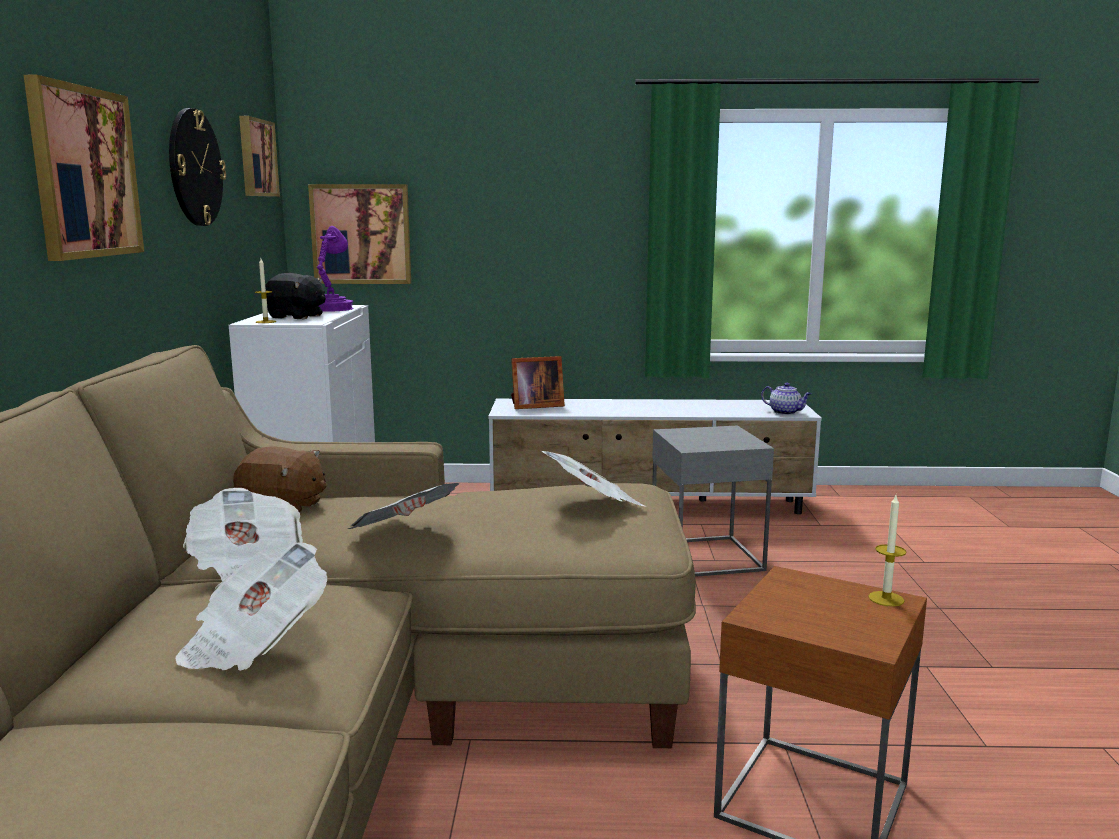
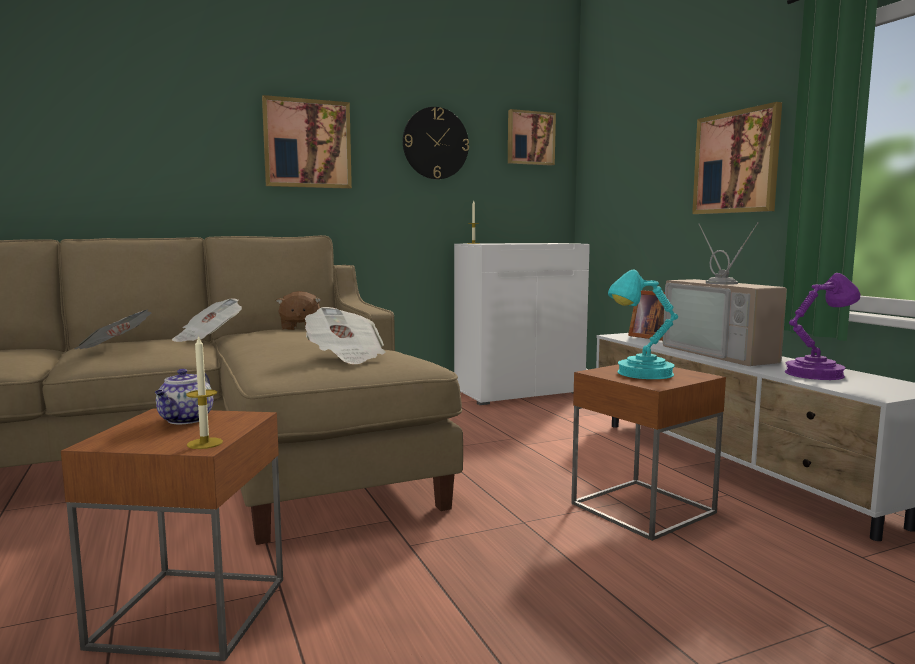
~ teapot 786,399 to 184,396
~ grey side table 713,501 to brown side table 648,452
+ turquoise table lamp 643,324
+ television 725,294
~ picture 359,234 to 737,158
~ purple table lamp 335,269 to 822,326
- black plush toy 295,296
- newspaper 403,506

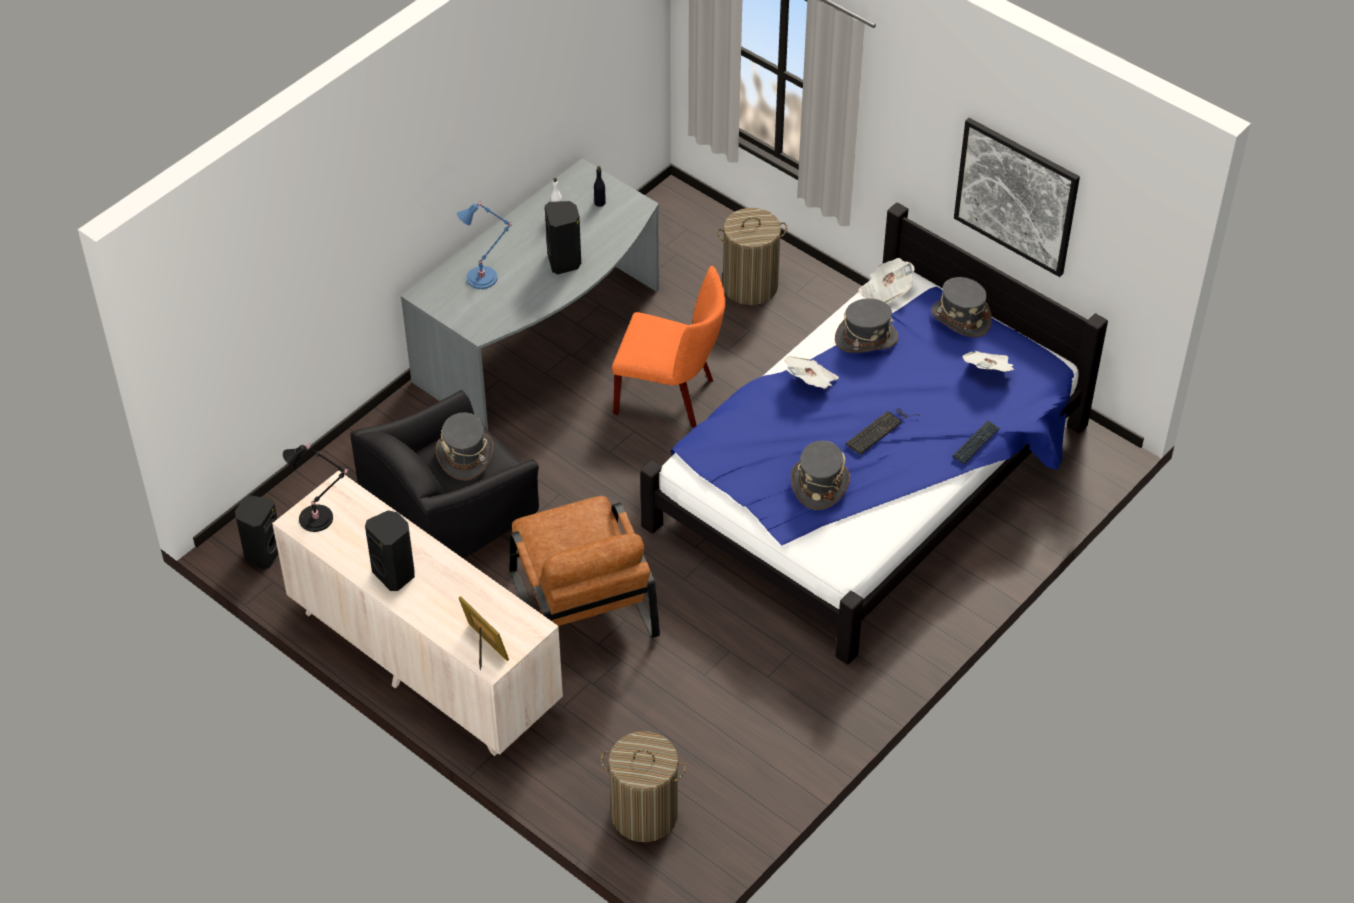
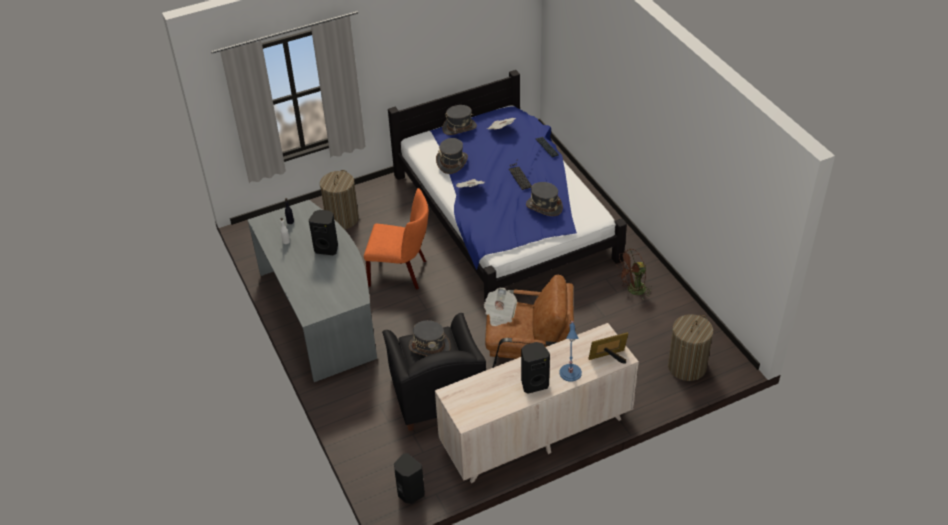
~ orange chair 668,347 = 396,238 60 degrees clockwise
~ newspaper 886,280 to 500,307
~ blue table lamp 484,245 to 570,351
+ brown fan 634,274
- black table lamp 316,487
- picture 1017,197

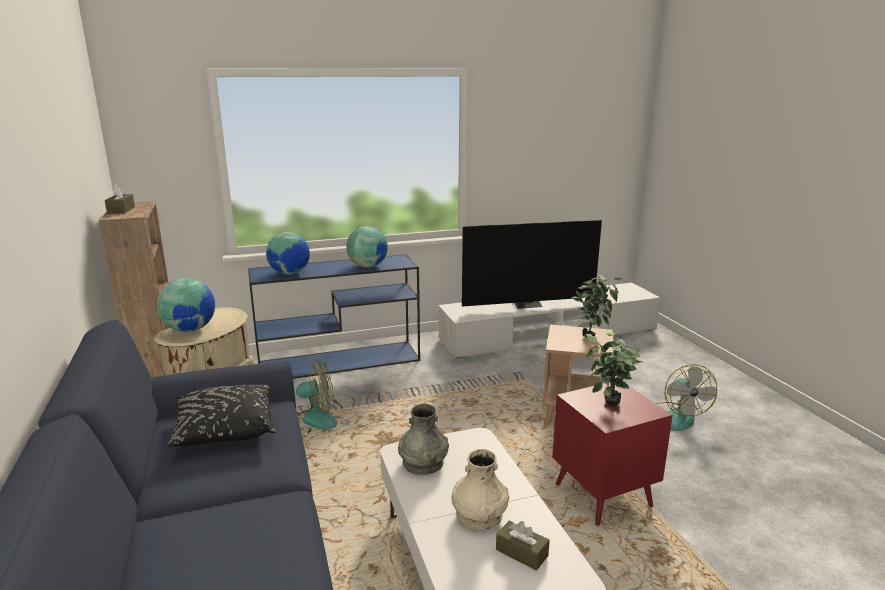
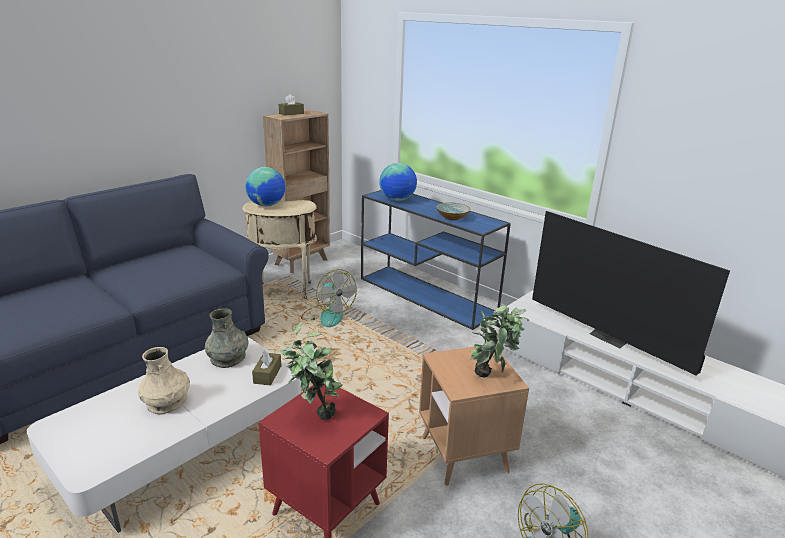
~ brown tissue box 523,546 to 266,368
~ globe 367,246 to bowl 453,211
- black pillow 221,415

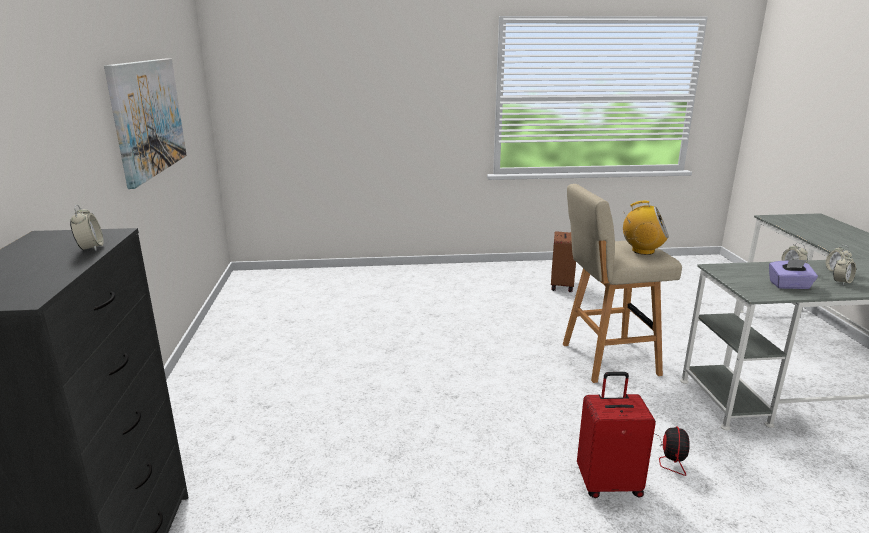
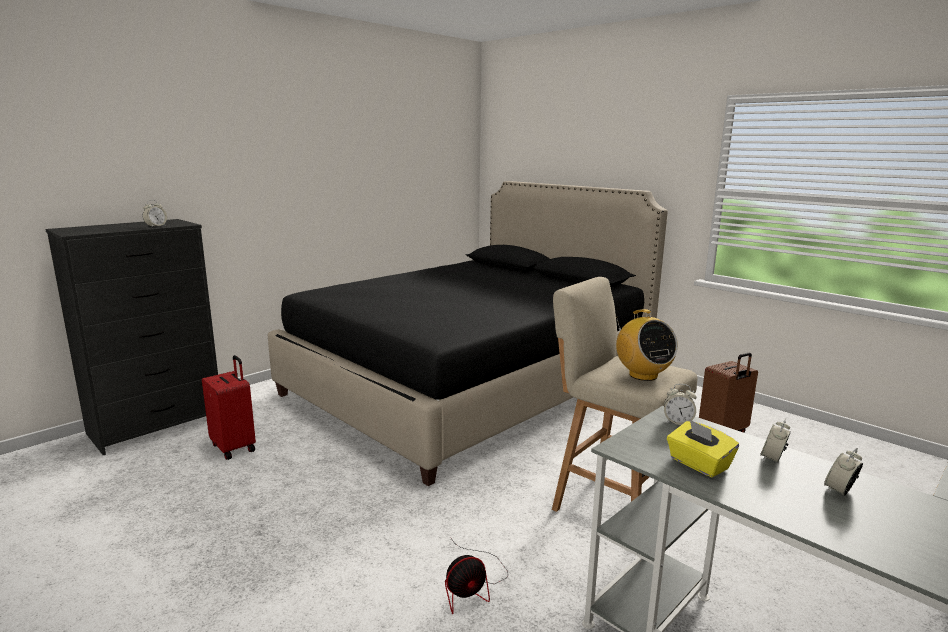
~ red suitcase 616,435 to 229,407
+ black bed 468,333
~ alarm clock 844,269 to 680,404
~ purple tissue box 793,274 to yellow tissue box 703,448
- picture 145,123

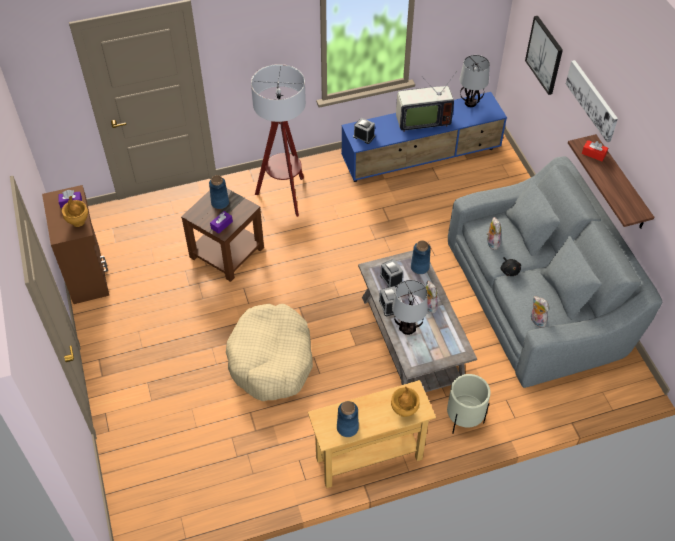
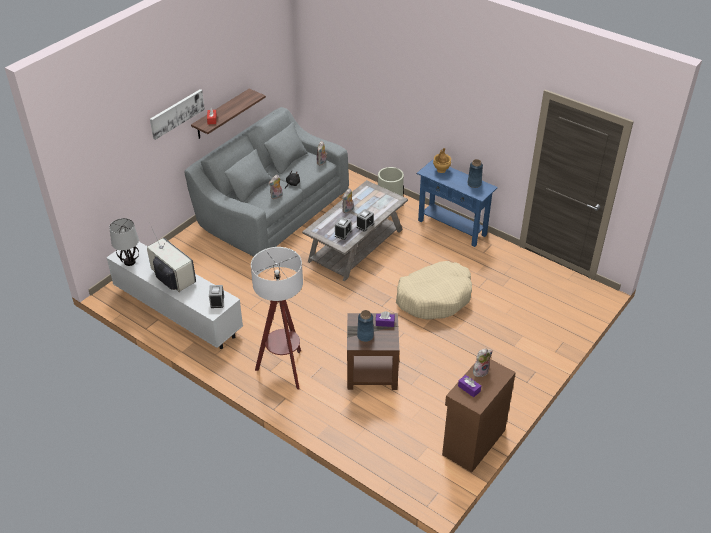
~ blue tv stand 424,137 to white tv stand 174,295
~ beige console table 372,434 to blue console table 457,203
~ brown vase 75,211 to plush toy 483,362
- table lamp 410,307
- blue vase 421,257
- picture 544,55

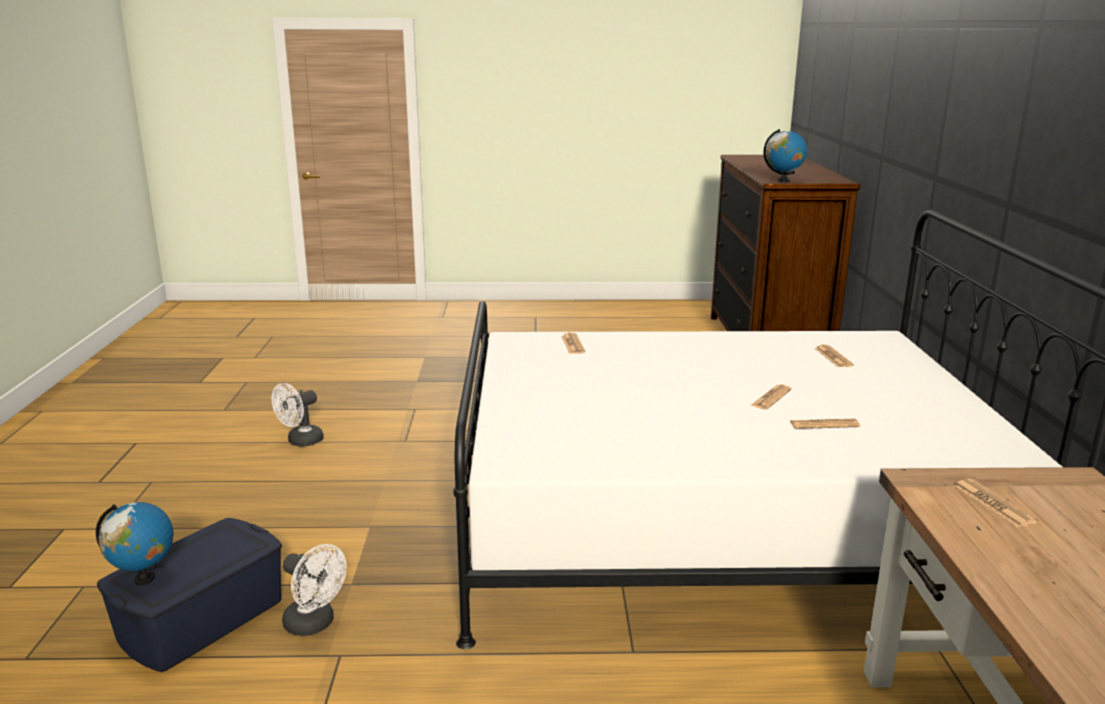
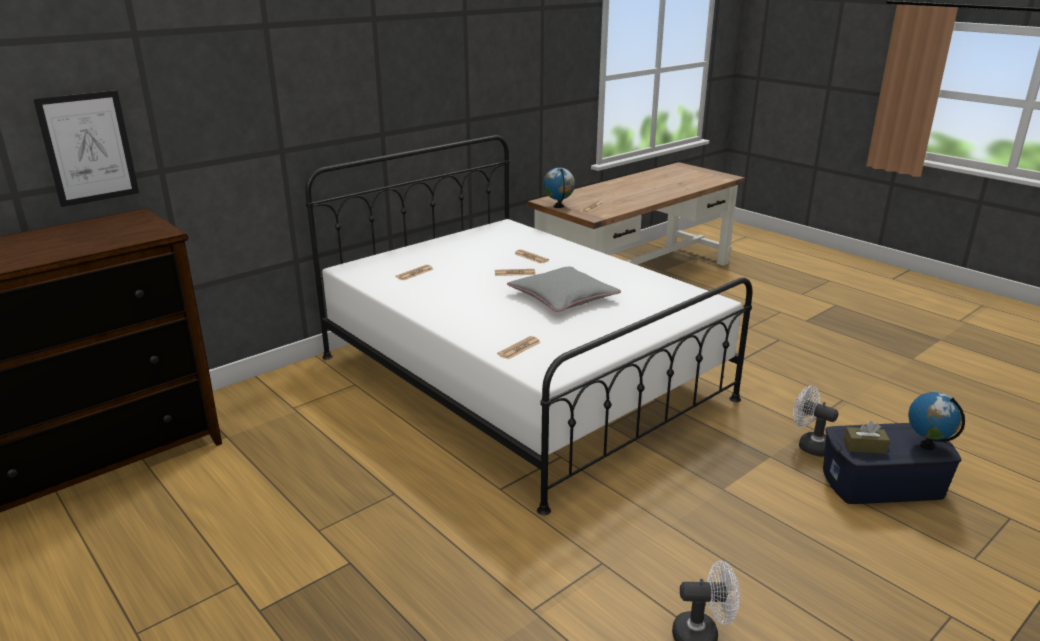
+ picture 86,148
+ grey pillow 564,289
~ globe 785,155 to 559,188
~ white fan 314,590 = 815,421 45 degrees counterclockwise
+ brown tissue box 867,437

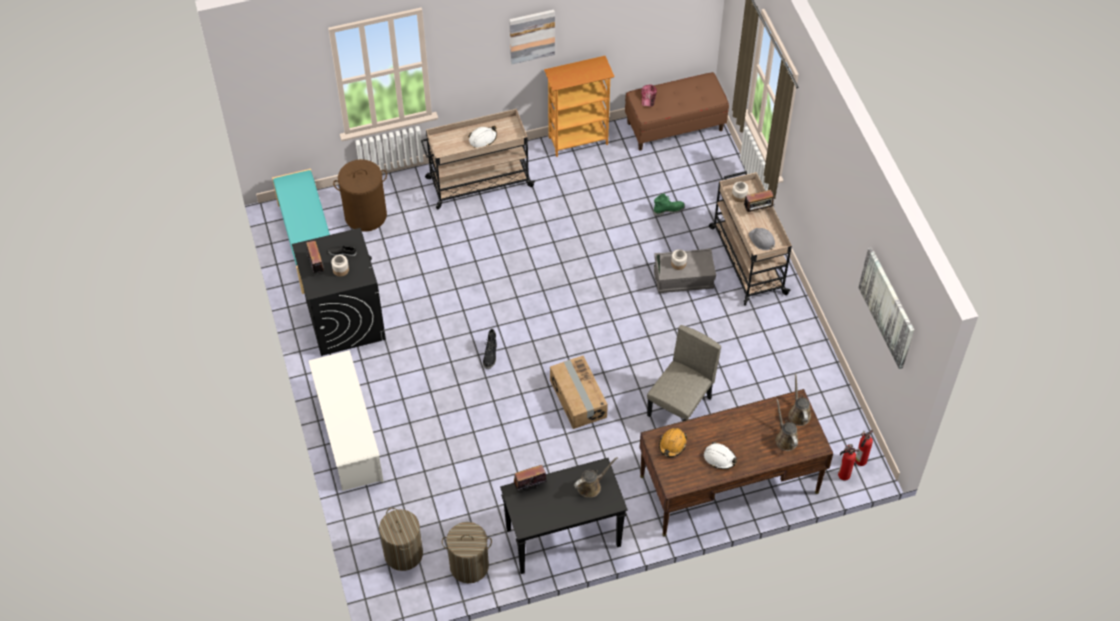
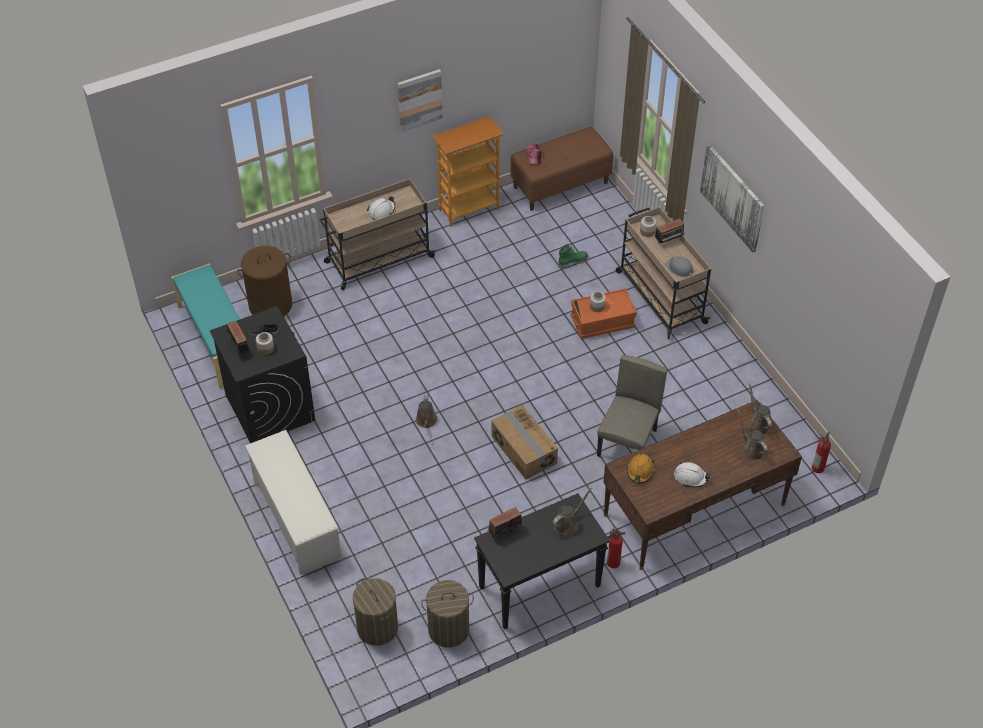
~ black boot 490,349 to brown watering can 426,411
~ grey storage box 685,270 to orange storage box 604,313
~ fire extinguisher 848,462 to 616,548
~ picture 886,308 to 732,198

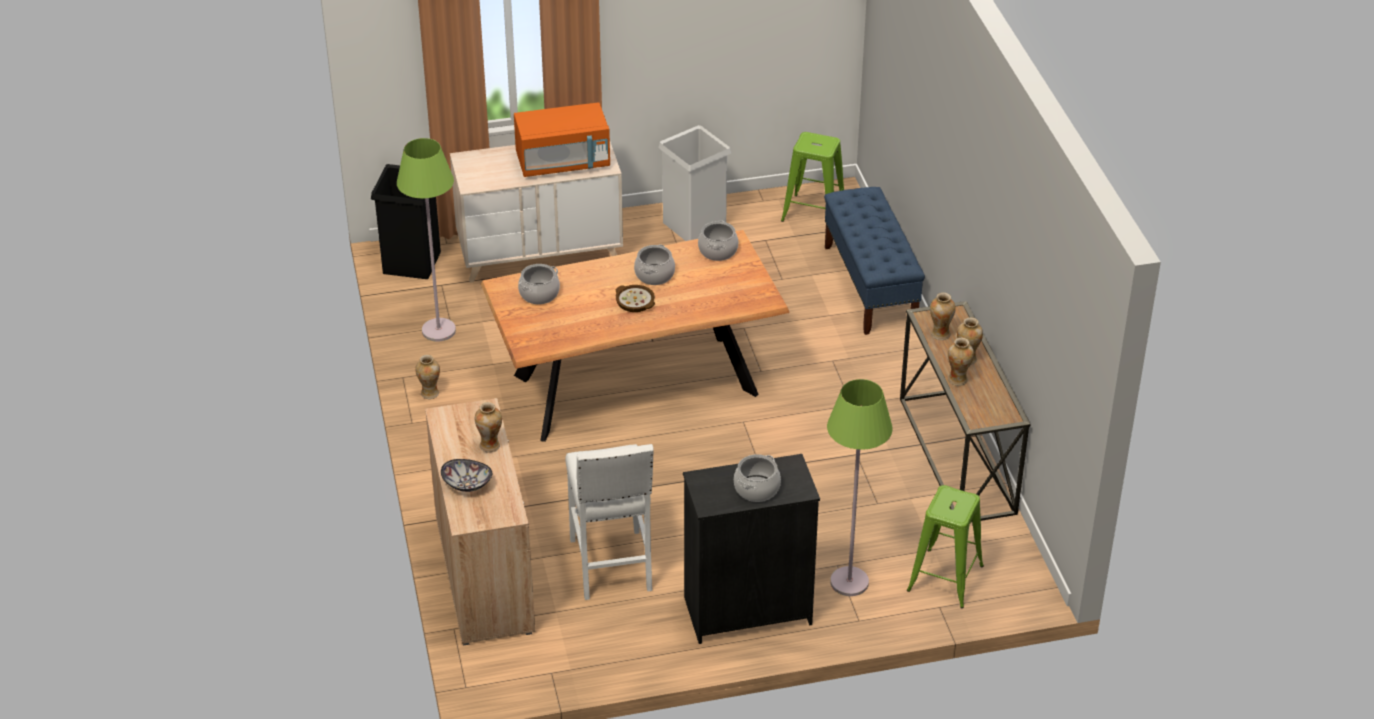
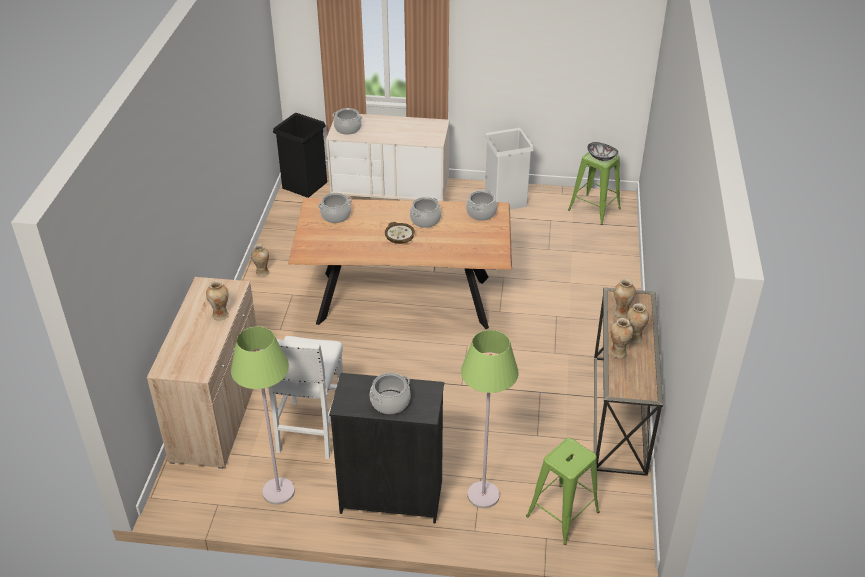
~ green floor lamp 426,240 to 263,415
+ cooking pot 347,121
~ bowl 466,475 to 602,151
- orange microwave 562,139
- blue bench 874,261

